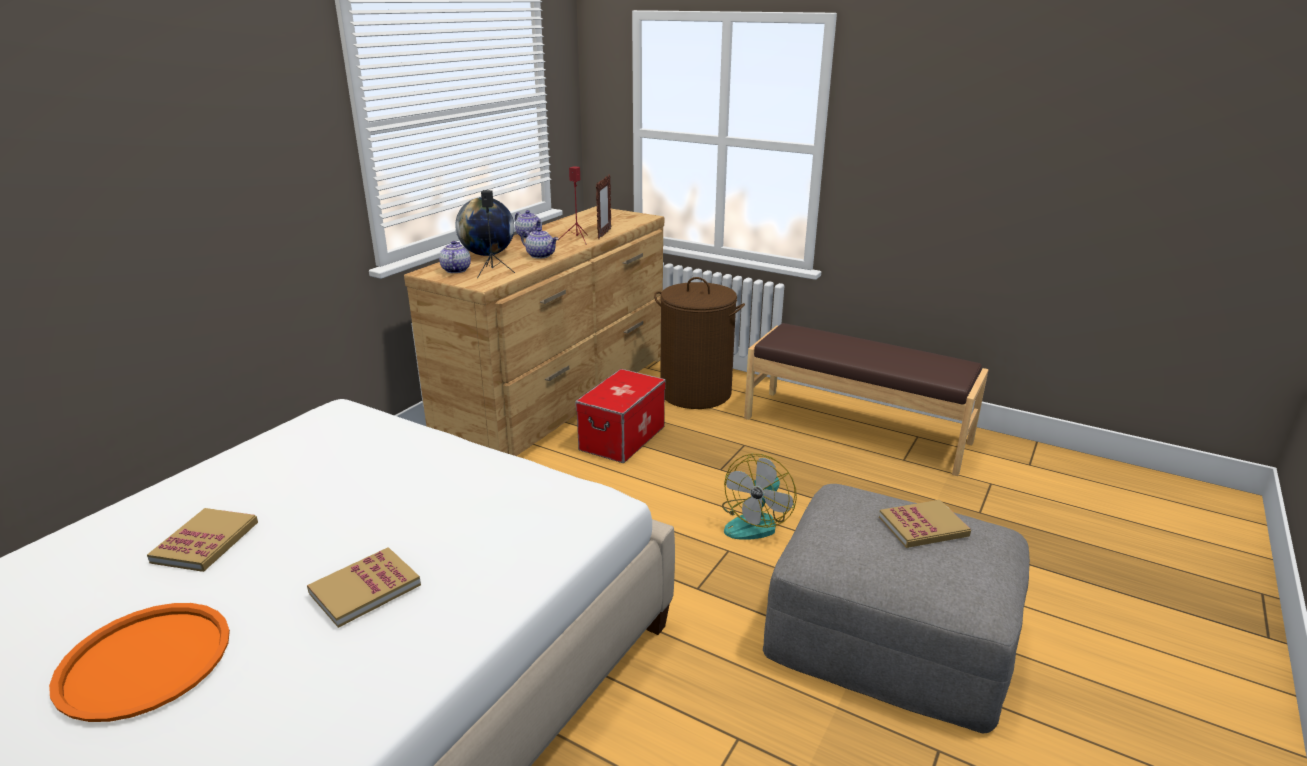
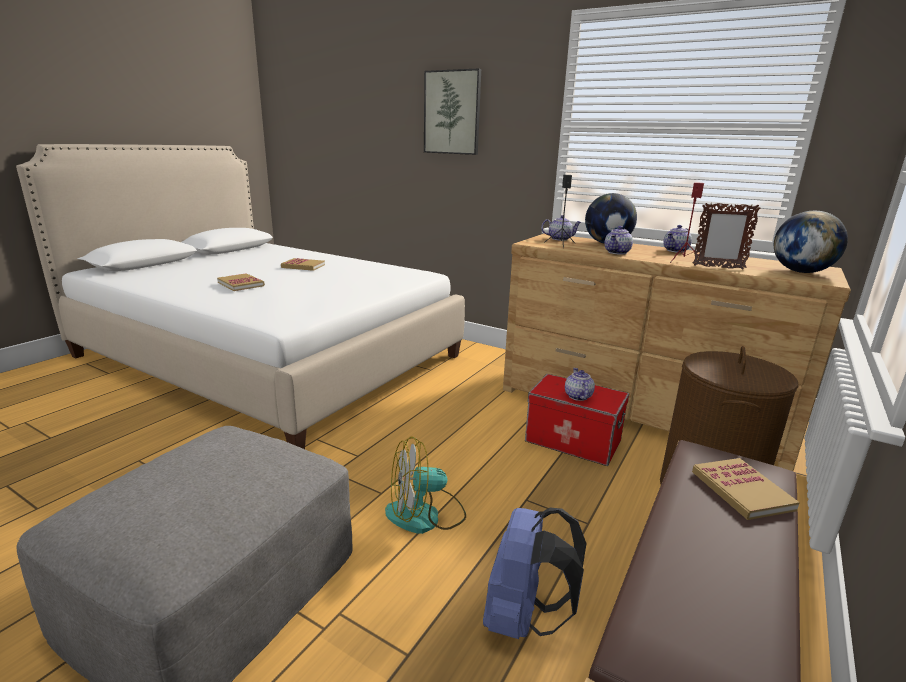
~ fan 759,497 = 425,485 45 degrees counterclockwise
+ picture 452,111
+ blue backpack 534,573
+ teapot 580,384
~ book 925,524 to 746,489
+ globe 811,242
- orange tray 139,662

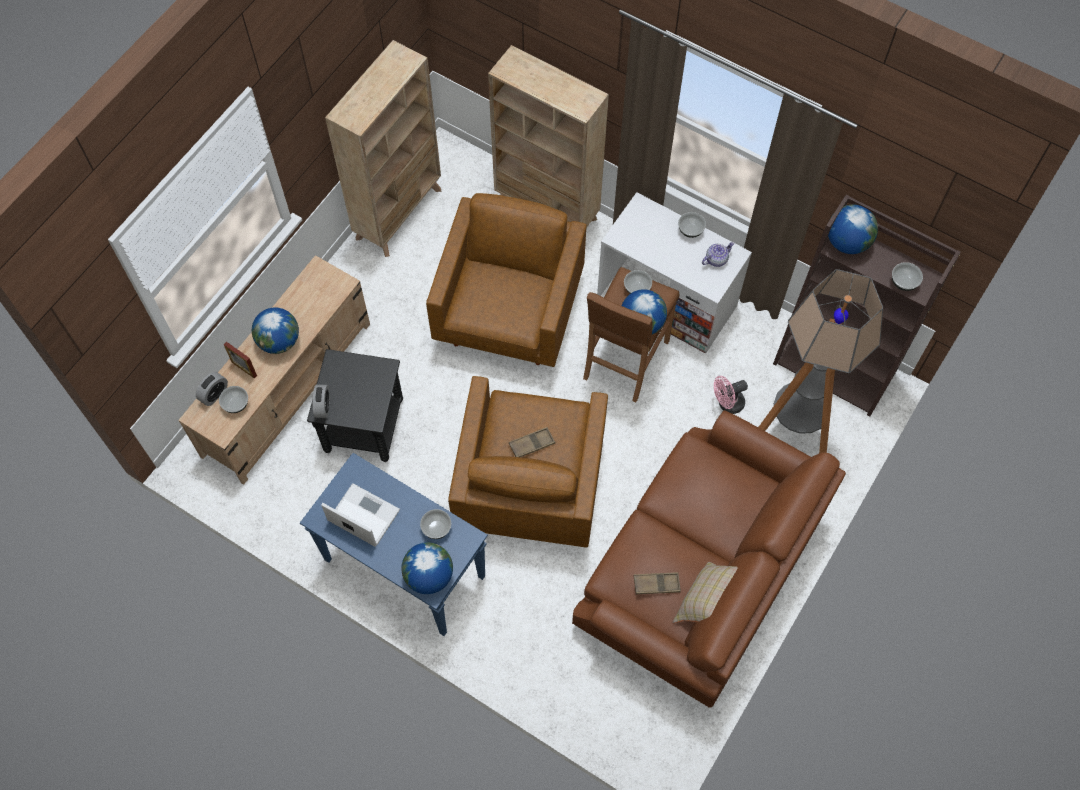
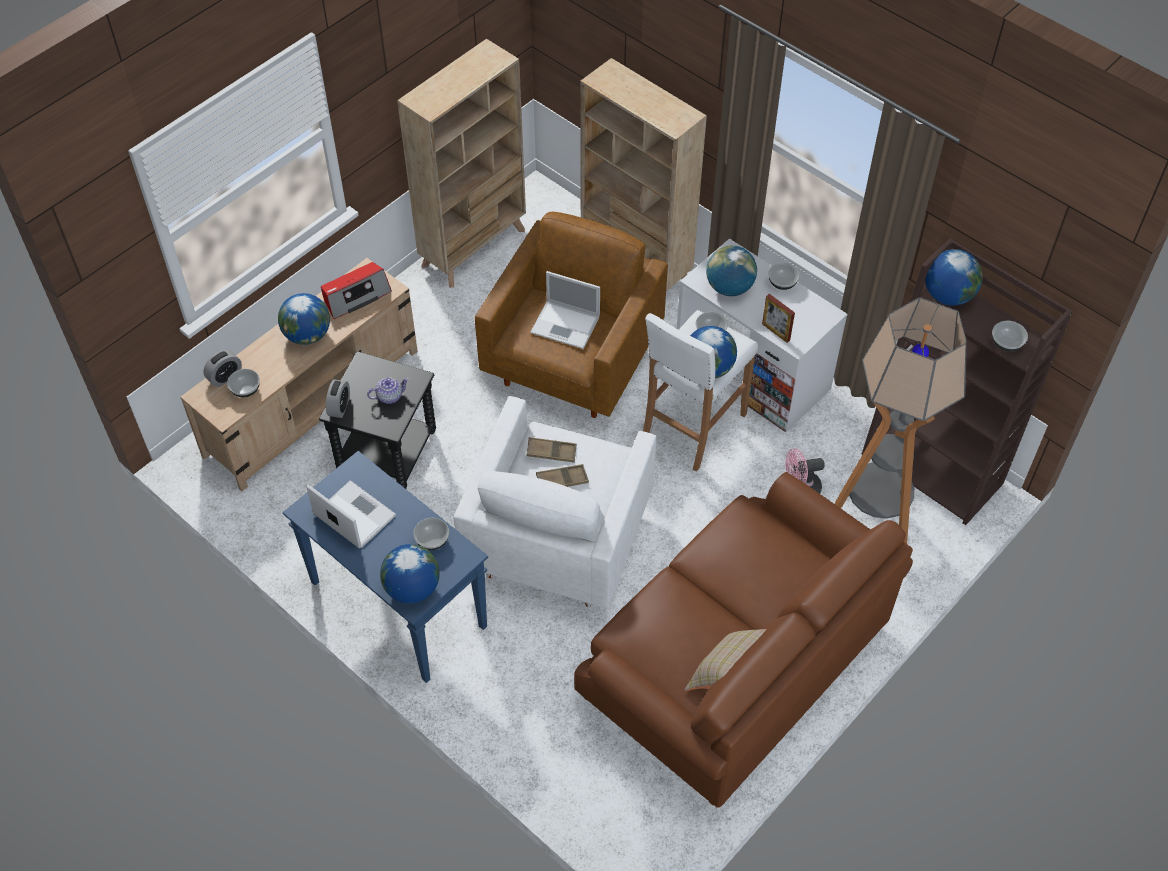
+ radio 356,290
~ teapot 718,254 to 388,390
~ brown armchair 528,461 to white armchair 554,502
~ brown tray 657,583 to 551,450
+ laptop 565,310
~ brown stool 631,334 to white stool 700,391
+ globe 731,270
~ picture frame 240,360 to 778,318

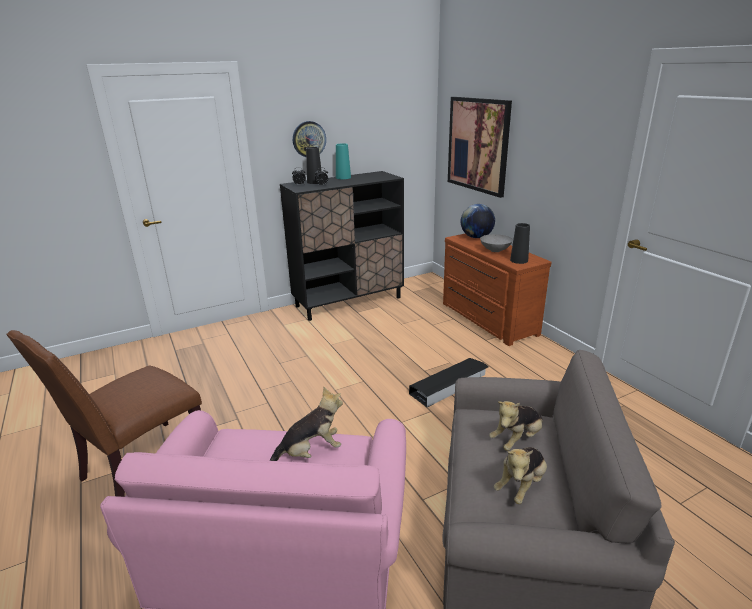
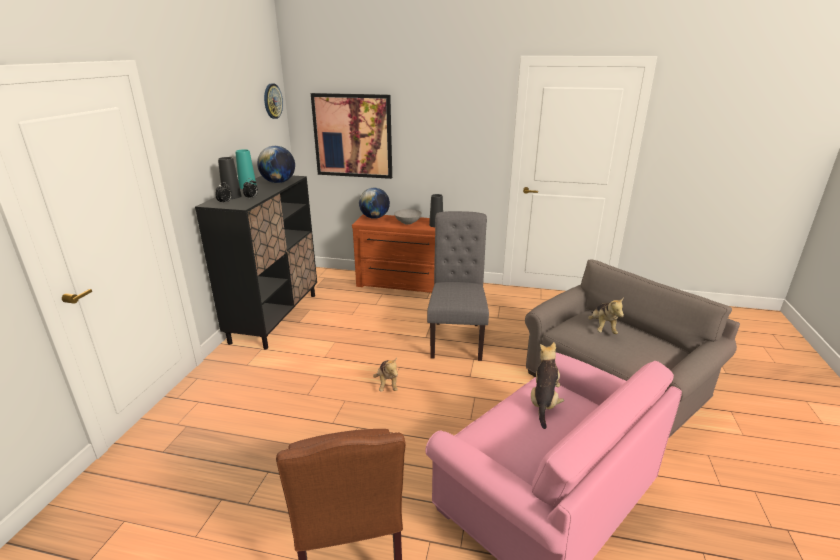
+ globe 276,164
~ wall clock 309,139 to 273,101
~ plush toy 520,475 to 385,375
~ black storage box 449,383 to grey chair 458,286

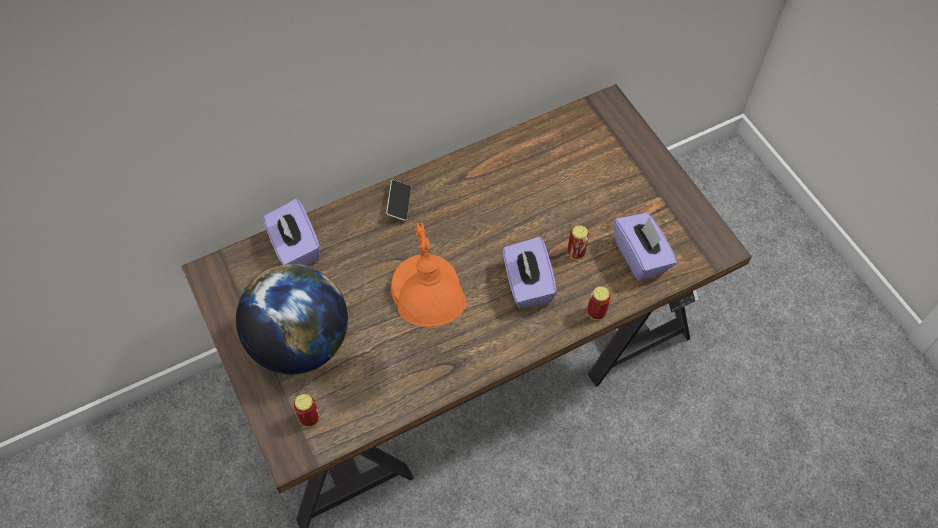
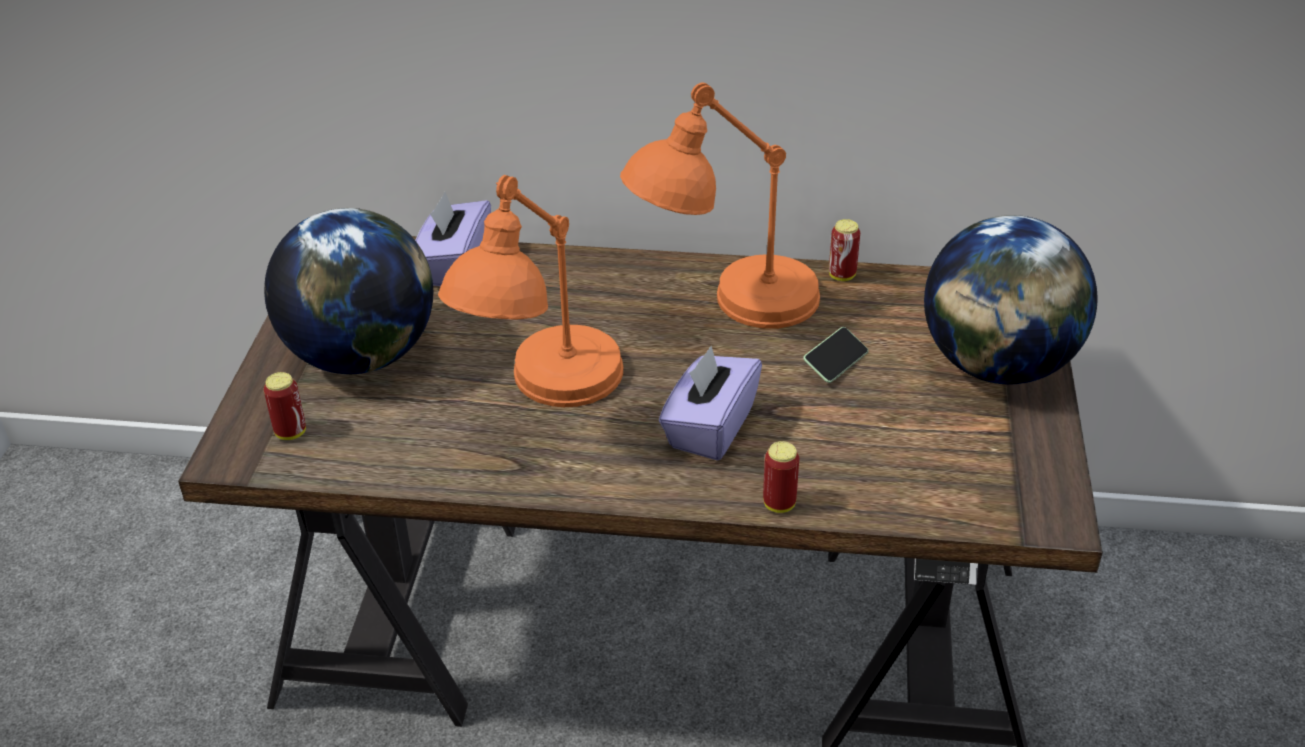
+ orange table lamp 720,206
~ phone 399,200 to 835,355
~ can 578,242 to 844,250
+ globe 1011,299
- purple tissue box 645,247

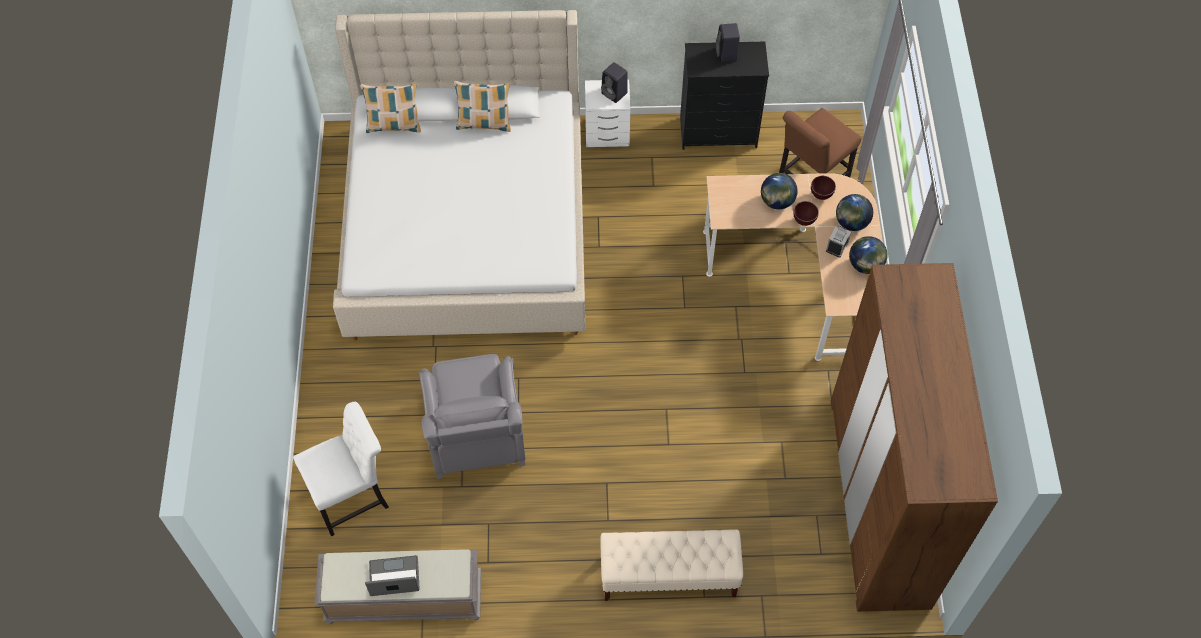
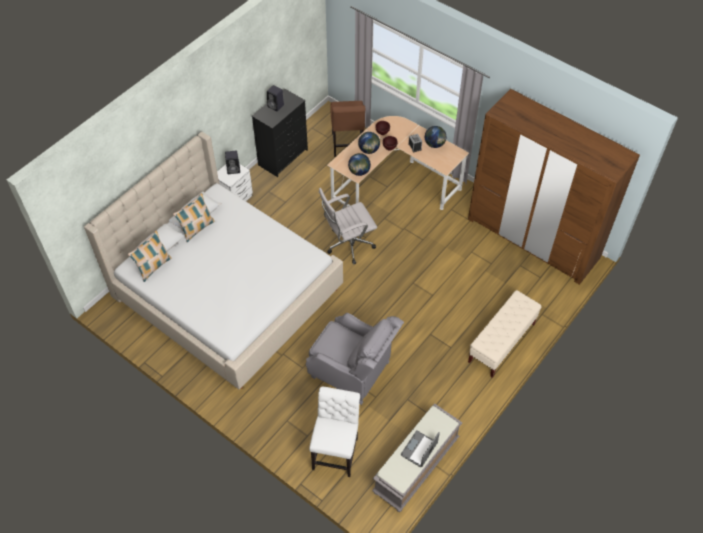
+ white office chair 348,226
~ globe 854,212 to 359,164

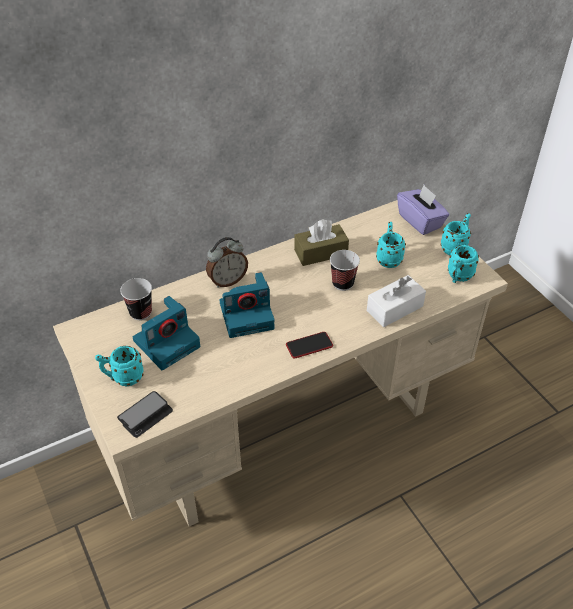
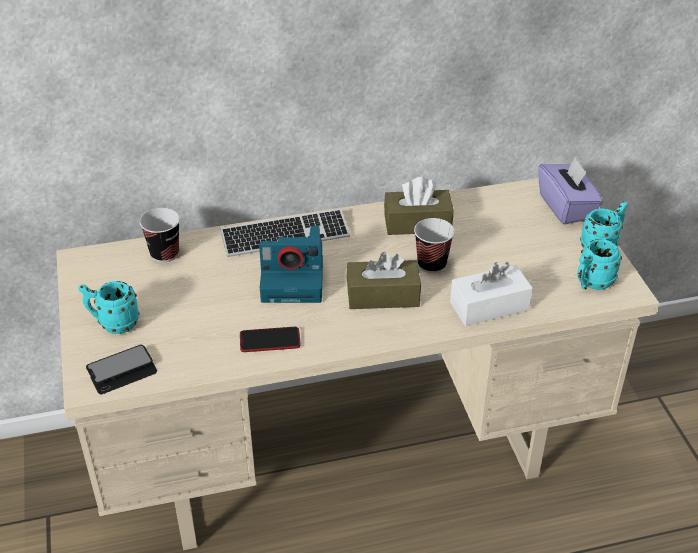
~ alarm clock 227,262 to keyboard 285,233
~ phone 309,345 to 270,339
+ brown tissue box 384,280
- photo camera 166,333
- turquoise mug 391,245

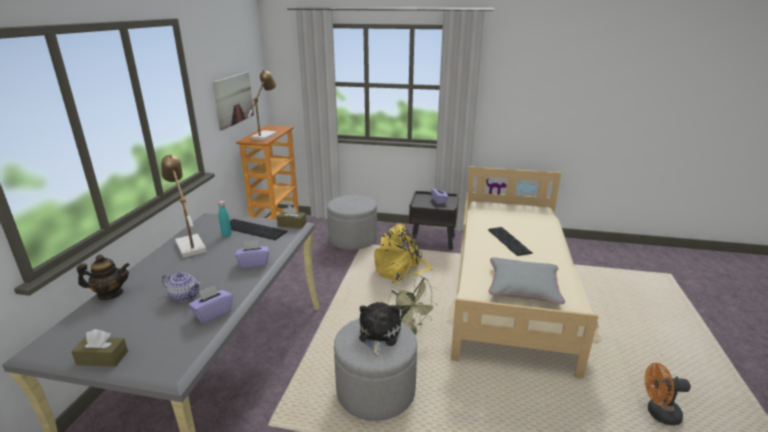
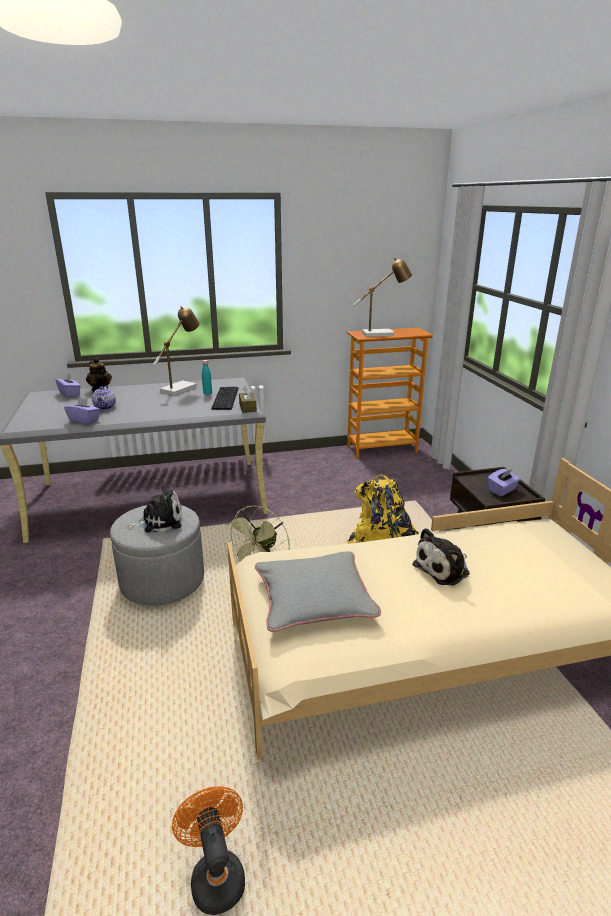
~ purple tissue box 252,254 to 68,386
~ keyboard 510,241 to plush toy 441,557
- brown tissue box 99,348
- picture 233,101
- grey ottoman 352,222

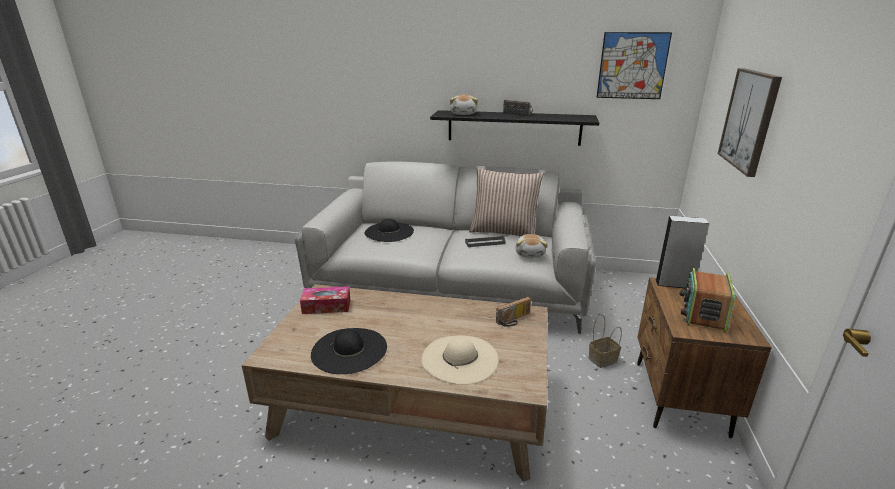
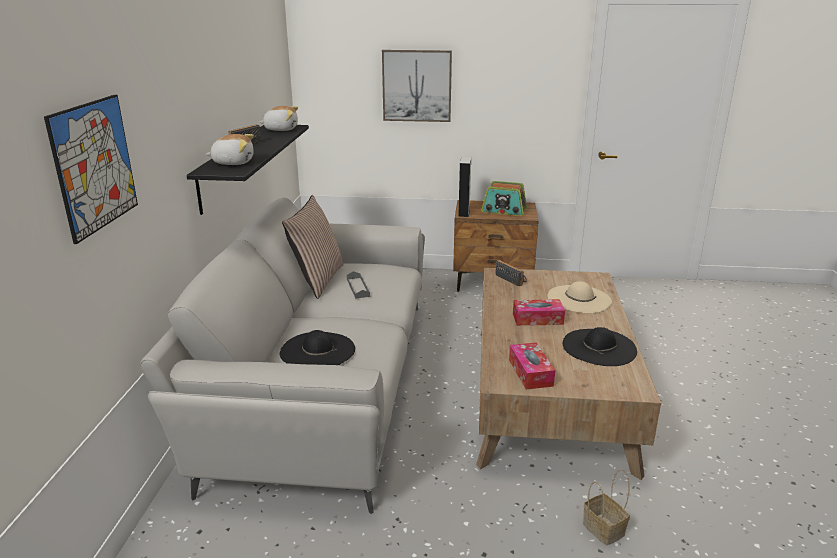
~ picture 634,65 to 91,169
~ plush toy 531,246 to 278,118
+ tissue box 539,312
~ basket 605,341 to 606,507

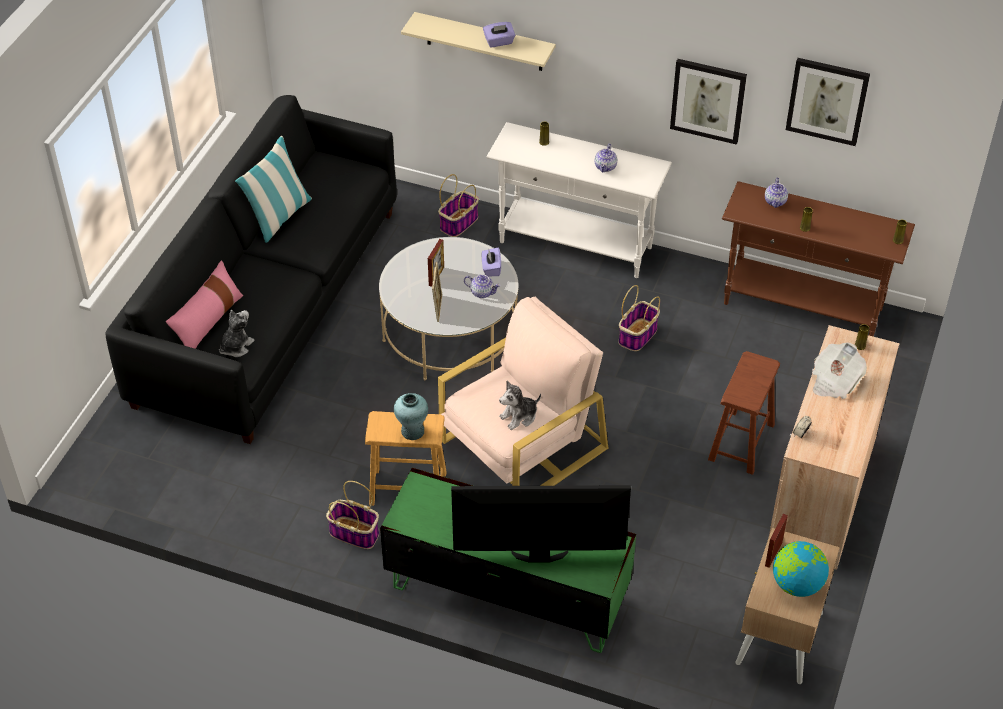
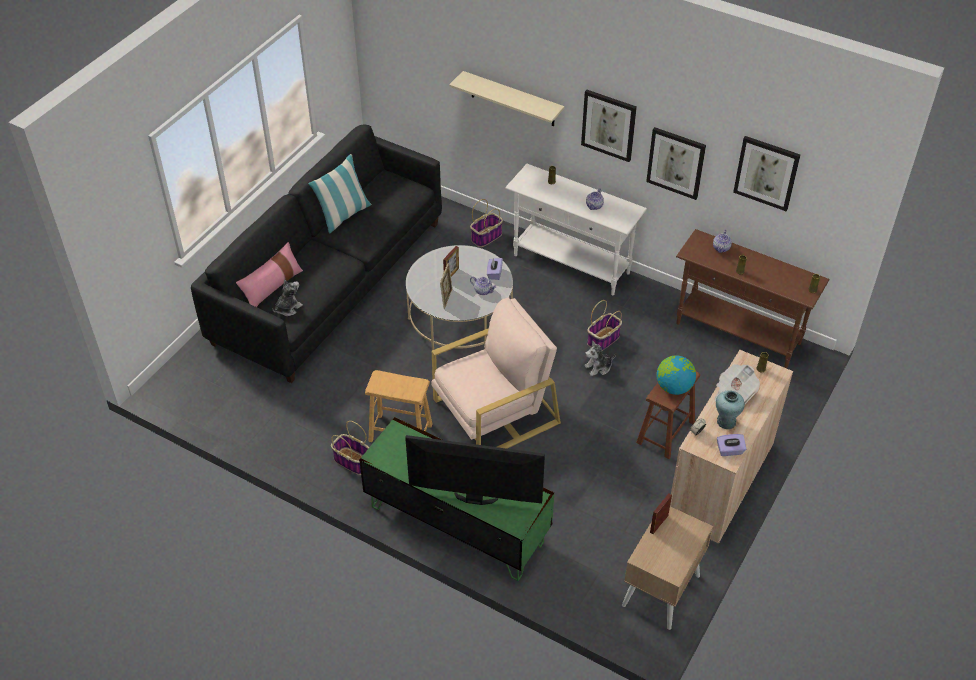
+ picture 609,126
~ plush toy 520,405 to 600,358
~ globe 801,569 to 676,375
~ turquoise vase 411,416 to 730,410
~ purple tissue box 499,34 to 731,445

